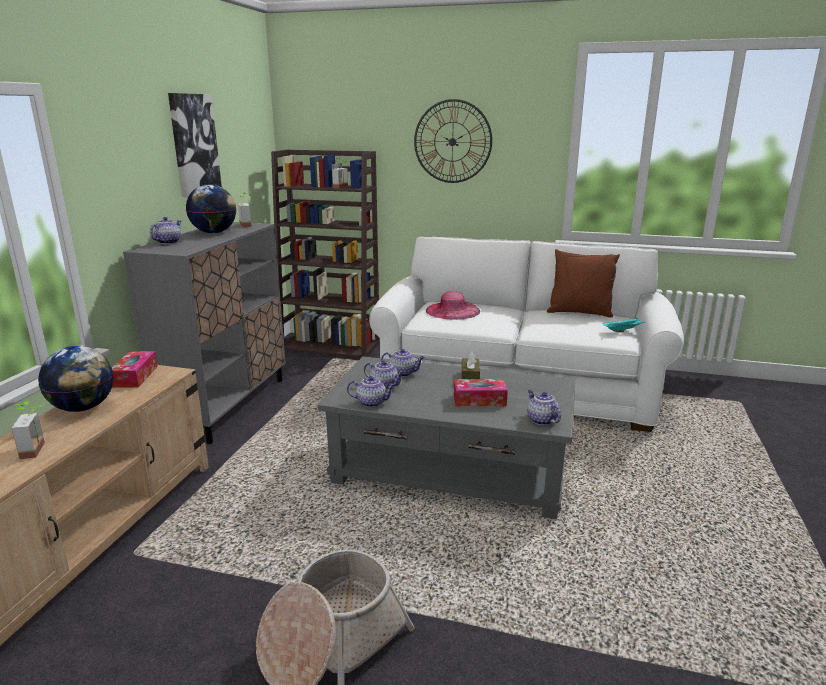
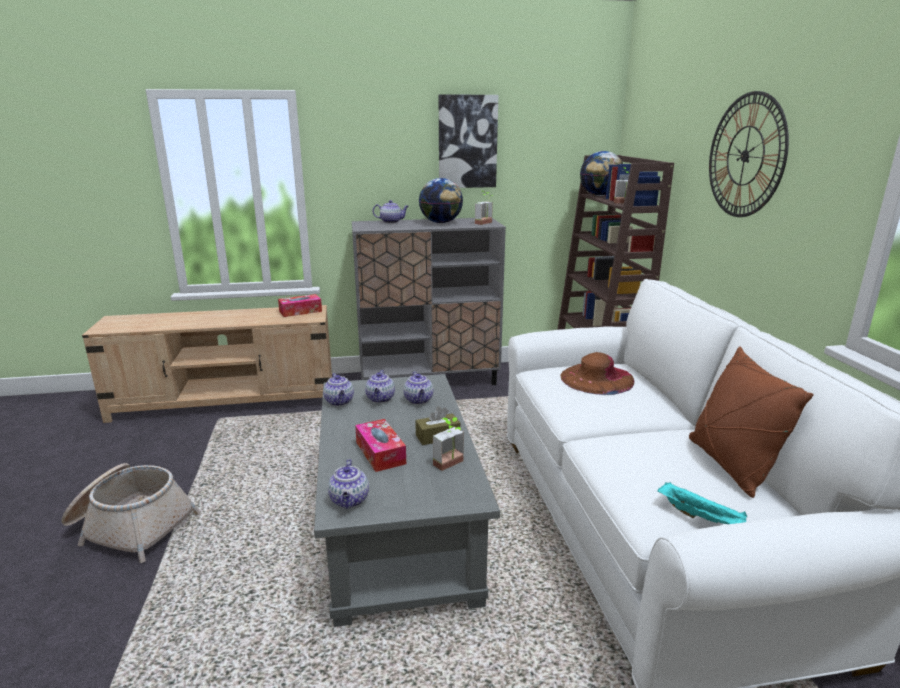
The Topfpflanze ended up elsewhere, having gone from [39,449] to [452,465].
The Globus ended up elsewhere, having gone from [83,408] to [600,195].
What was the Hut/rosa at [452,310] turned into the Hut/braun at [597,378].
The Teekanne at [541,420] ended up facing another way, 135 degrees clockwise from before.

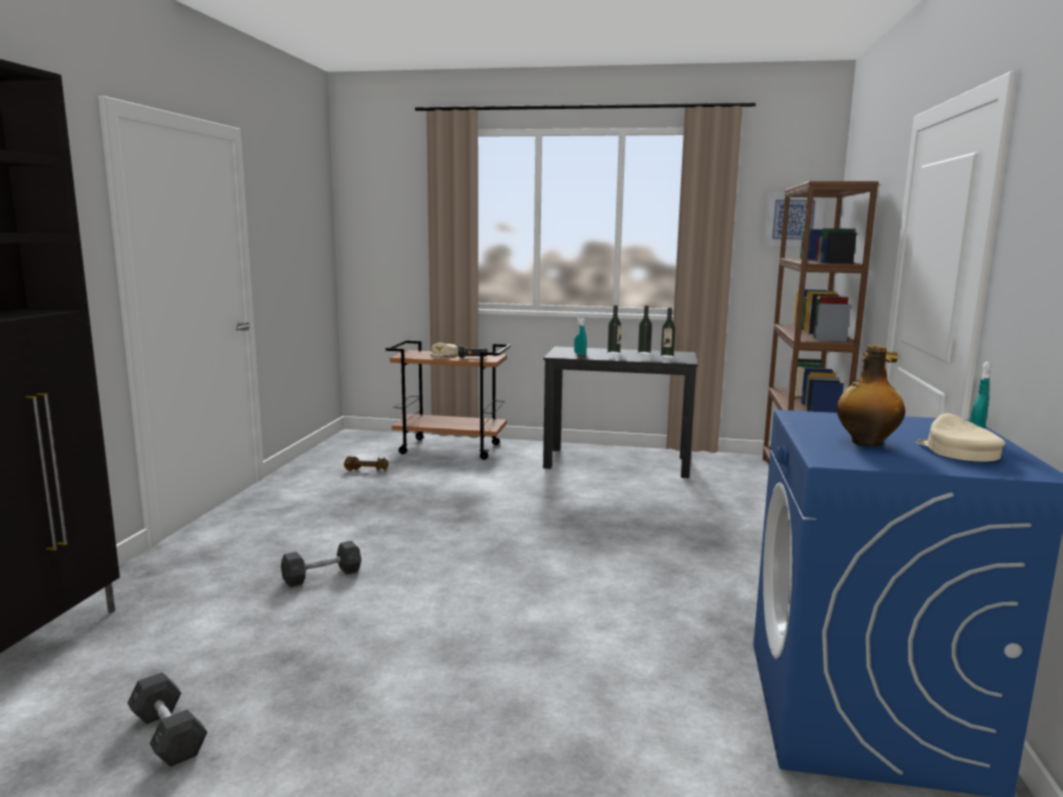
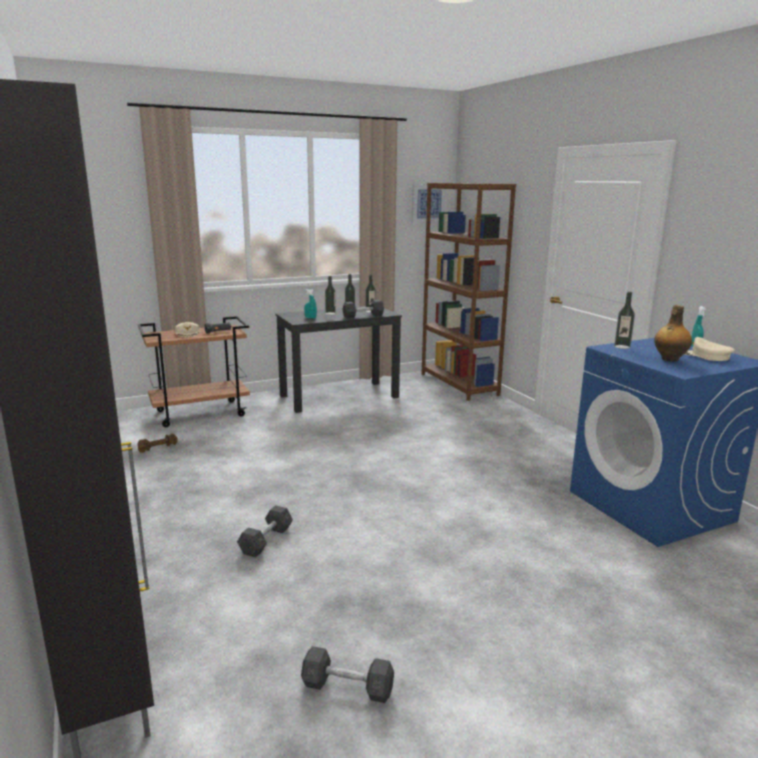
The second view gained the Hantel/grau at [363,316].
The second view gained the Flasche at [622,347].

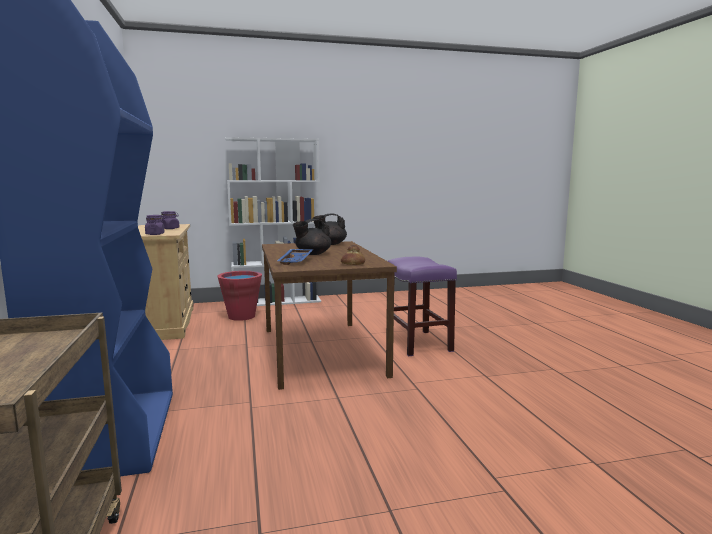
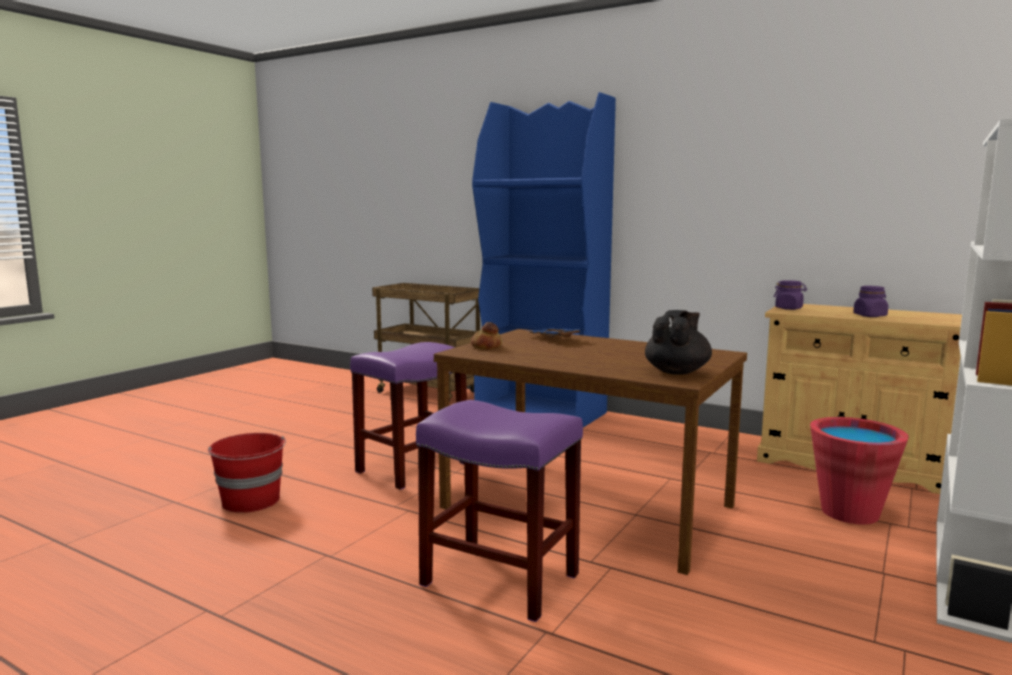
The second view lost the Teekanne/schwarz at [312,254].
The second view gained the Eimer/rot at [251,501].
The second view gained the Hocker/lila at [413,467].

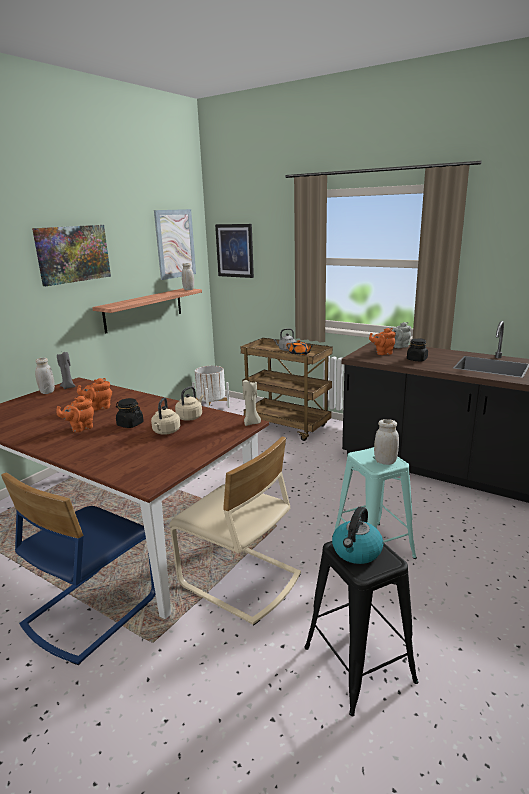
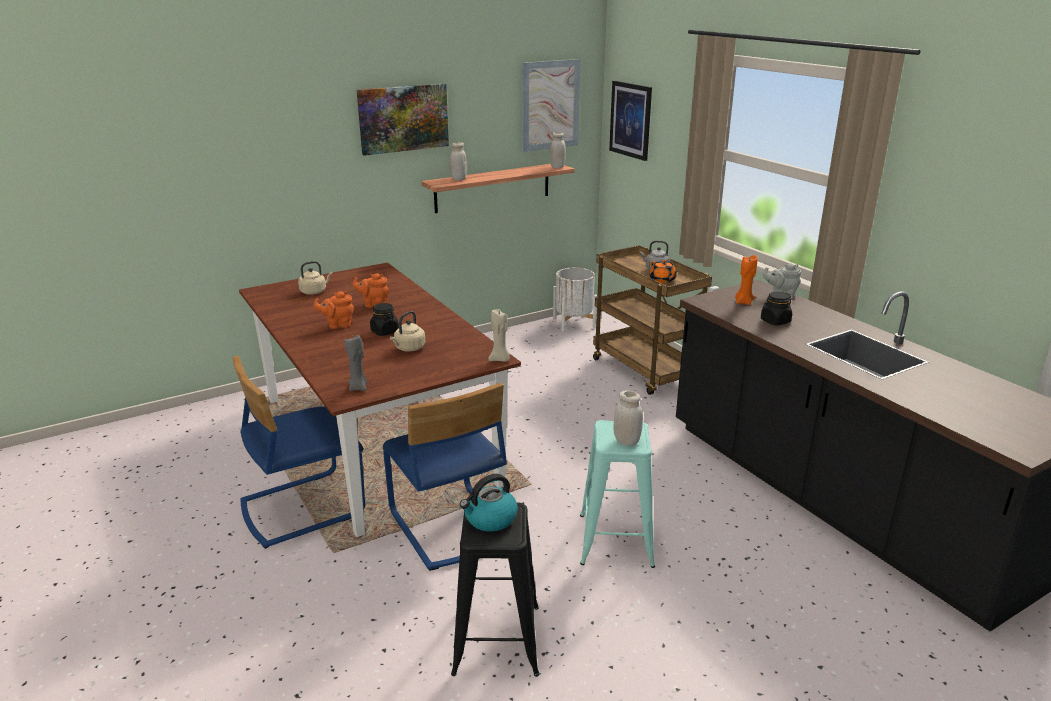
The Vorratsglas/weiß ended up elsewhere, having gone from [47,392] to [458,179].
The Kerze/grau ended up elsewhere, having gone from [68,387] to [358,387].
The Wasserkessel/beige ended up elsewhere, having gone from [190,417] to [314,291].
Where the Teekanne/orange stood at [382,353], the Kerze/orange came to stand at [743,302].
What was the Stuhl/beige at [239,581] turned into the Stuhl/blau at [448,526].

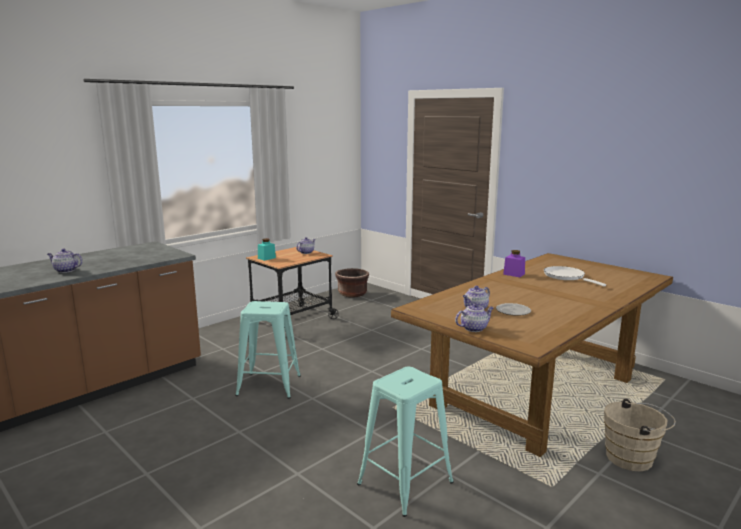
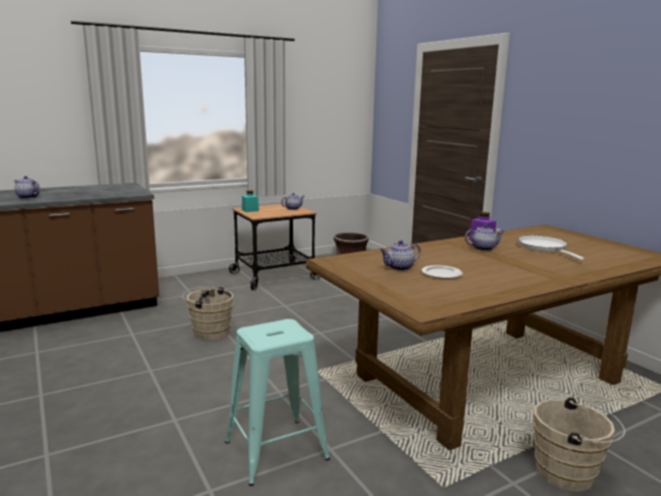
The Teekanne ended up elsewhere, having gone from [474,328] to [483,248].
Where the Hocker/türkis stood at [269,385], the Eimer/beige came to stand at [209,332].

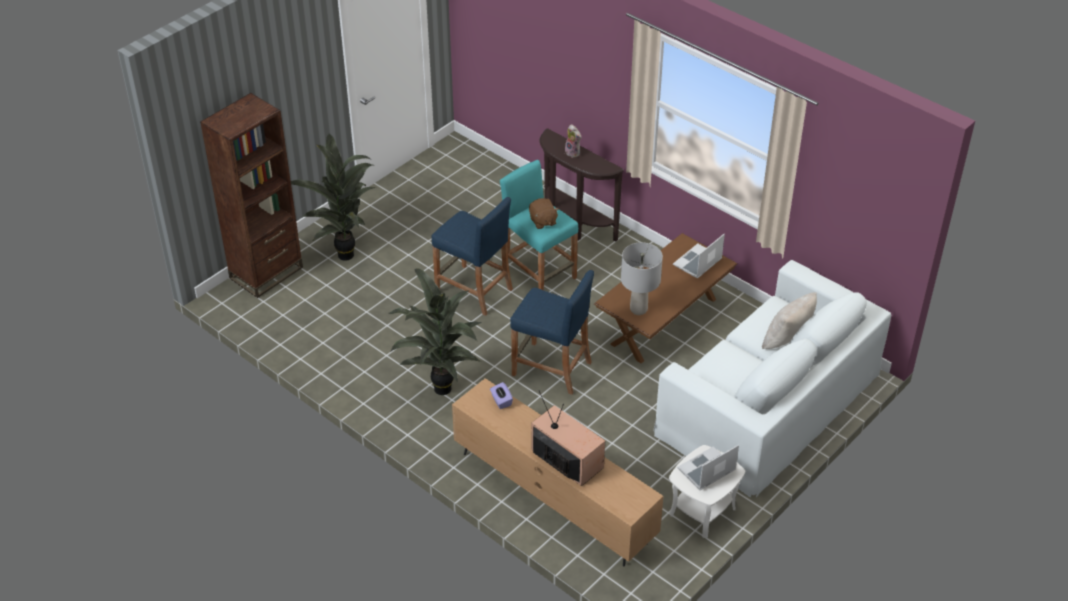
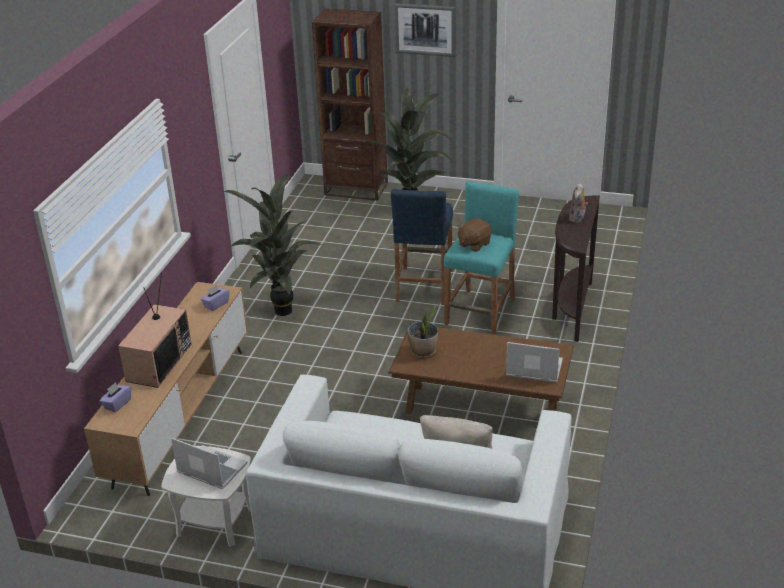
The second view lost the Hocker/blau at [551,369].
The second view gained the Taschentuchbox/lila at [117,404].
The second view gained the Bild at [425,29].
Where the Tischlampe/grau stood at [638,309], the Topfpflanze came to stand at [423,352].

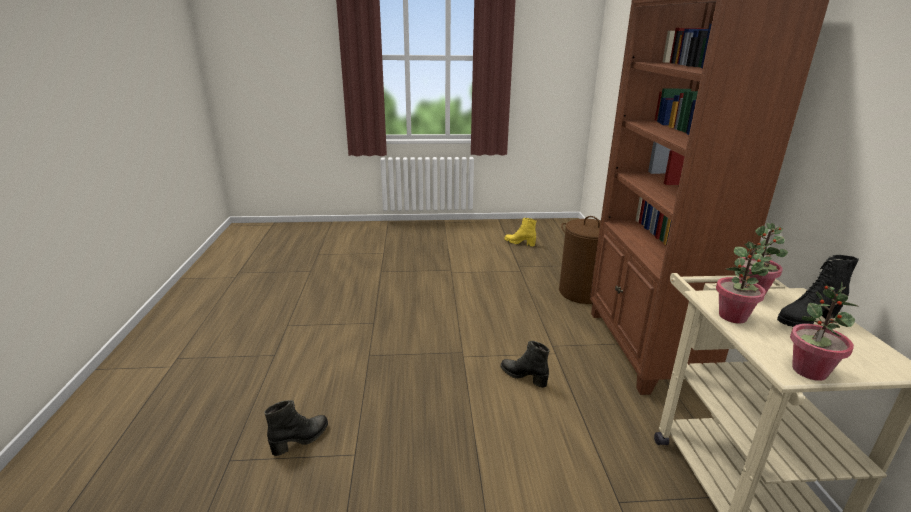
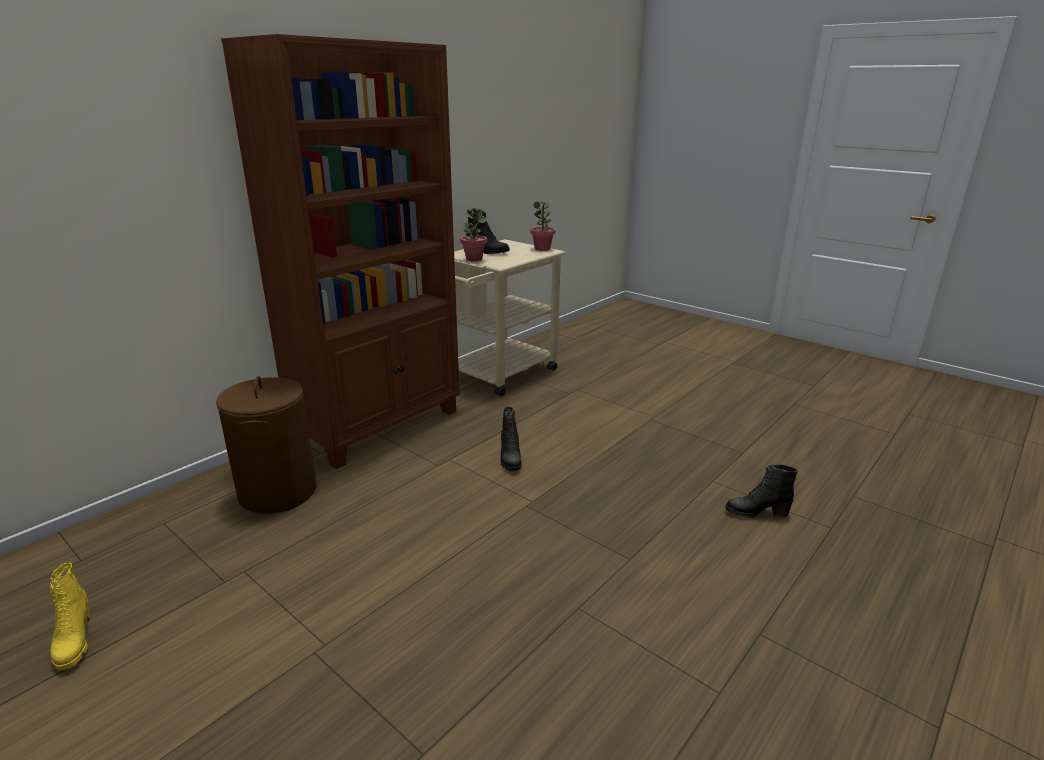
The second view lost the Topfpflanze at [733,316].

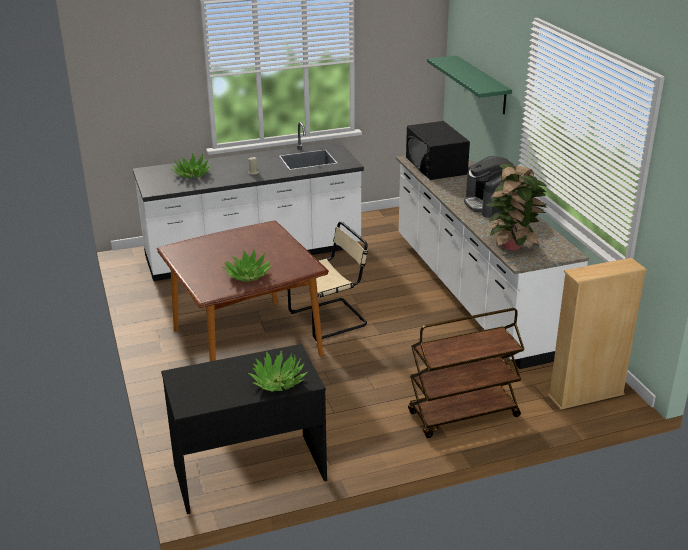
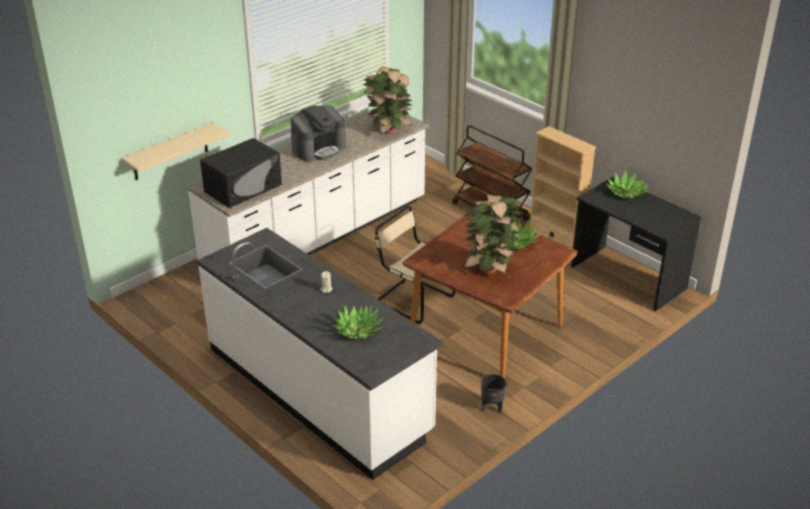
The second view lost the Wandregal/grün at [482,85].
The second view gained the Wandregal/beige at [170,152].
The second view gained the Topfpflanze at [490,269].
The second view gained the Pflanzkübel/schwarz at [492,408].
The Bücherregal/beige ended up elsewhere, having gone from [586,395] to [556,239].

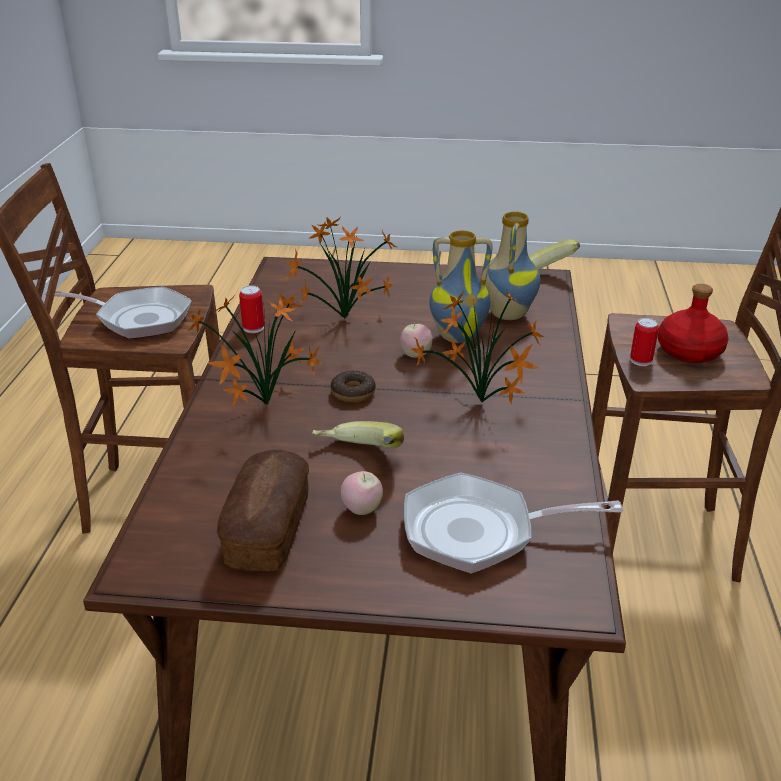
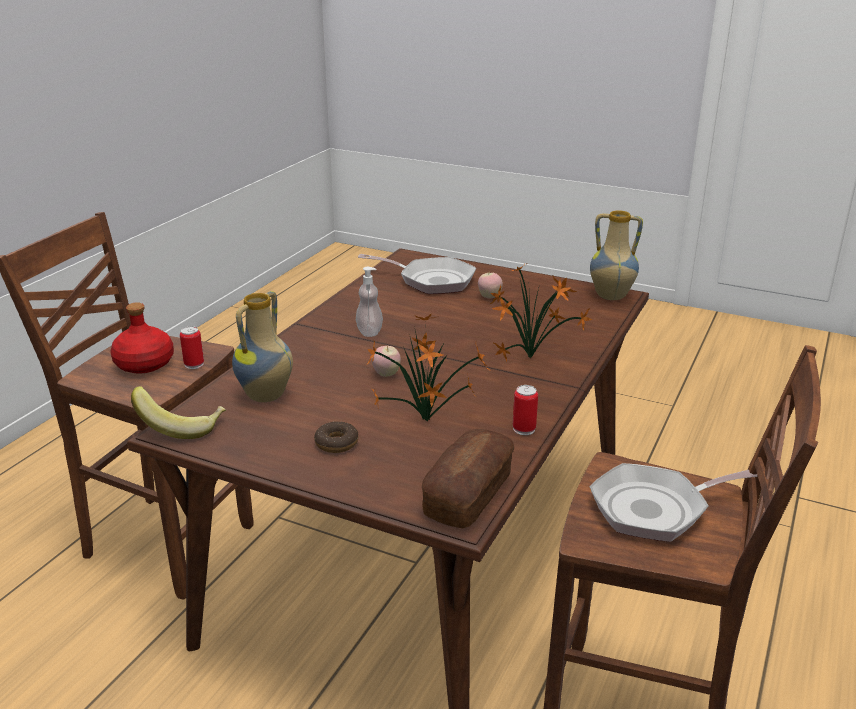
The second view lost the Banane at [357,457].
The Brot ended up elsewhere, having gone from [268,528] to [468,495].
The Donut ended up elsewhere, having gone from [353,392] to [336,443].
The Vase ended up elsewhere, having gone from [458,336] to [610,296].
Where the Topfpflanze stood at [482,405], the Seifenspender came to stand at [369,332].
The Pfanne at [138,319] ended up facing another way, 45 degrees counterclockwise from before.

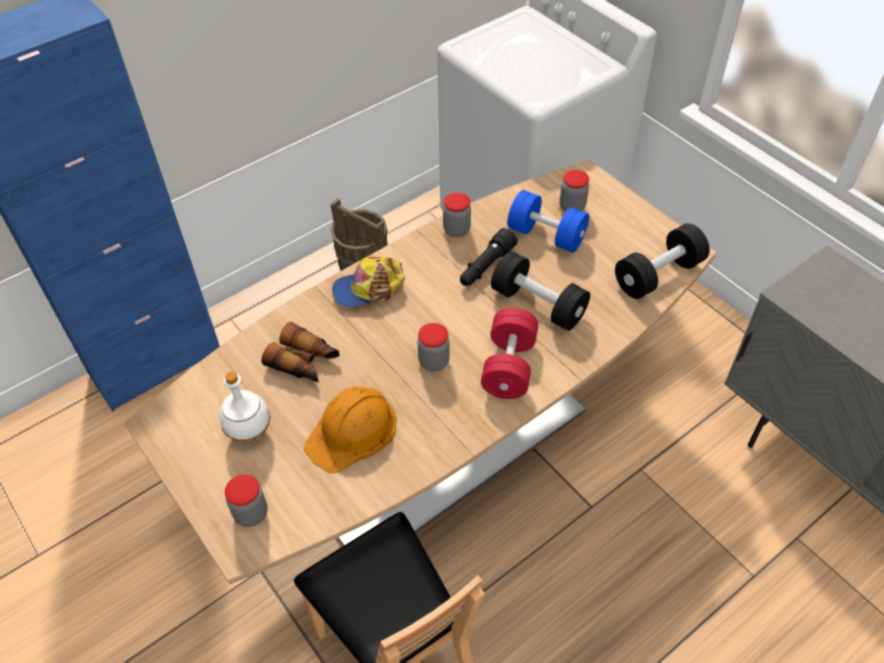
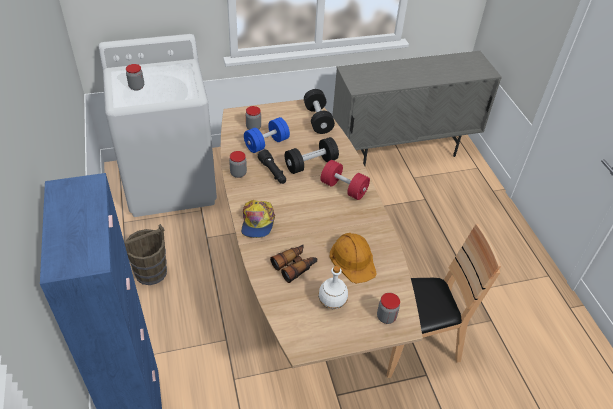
The Vorratsglas ended up elsewhere, having gone from [434,362] to [136,87].

